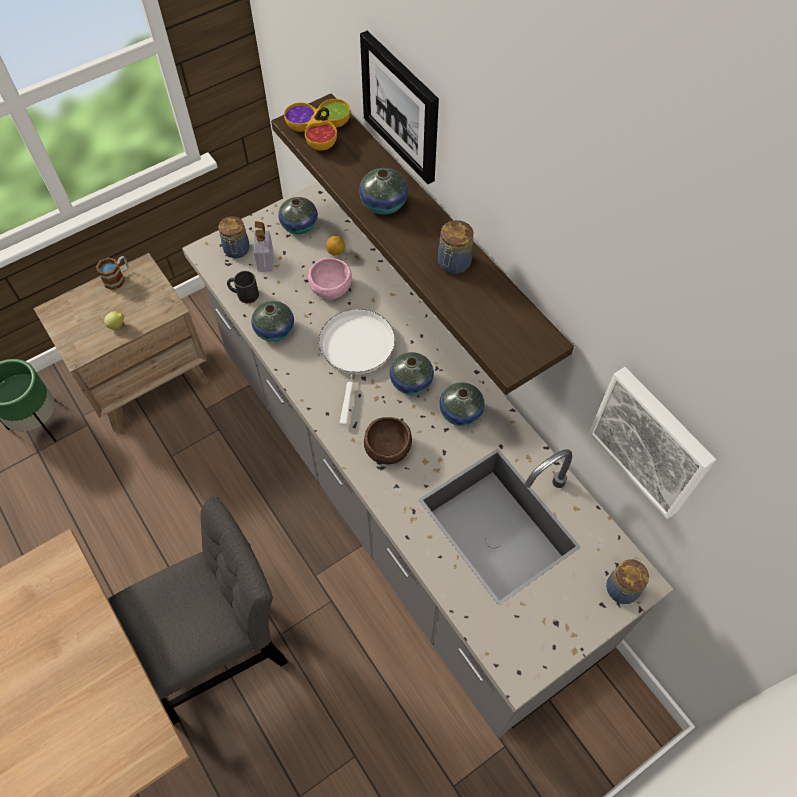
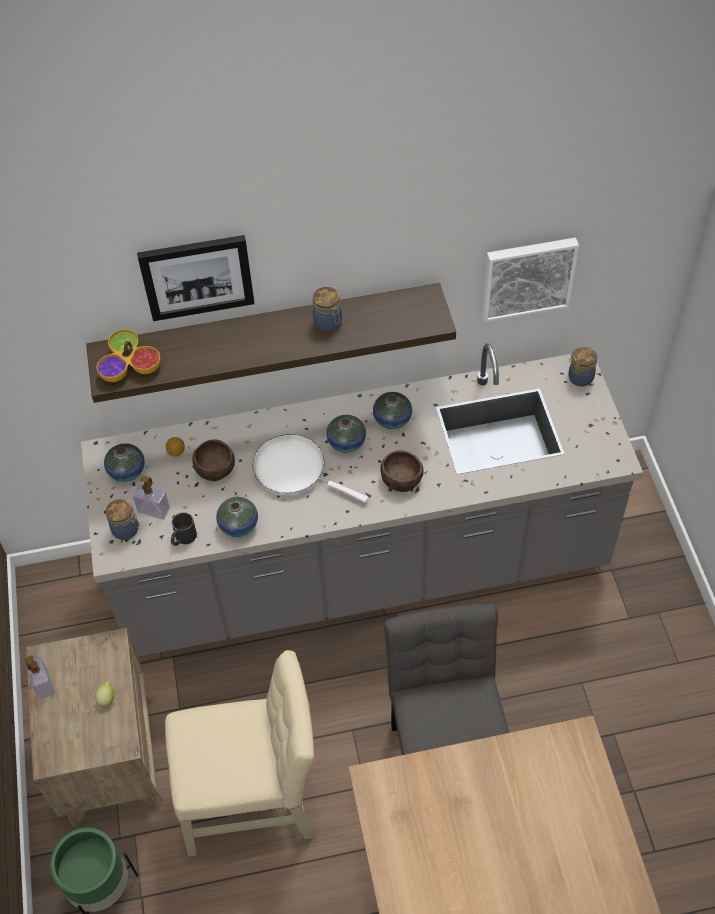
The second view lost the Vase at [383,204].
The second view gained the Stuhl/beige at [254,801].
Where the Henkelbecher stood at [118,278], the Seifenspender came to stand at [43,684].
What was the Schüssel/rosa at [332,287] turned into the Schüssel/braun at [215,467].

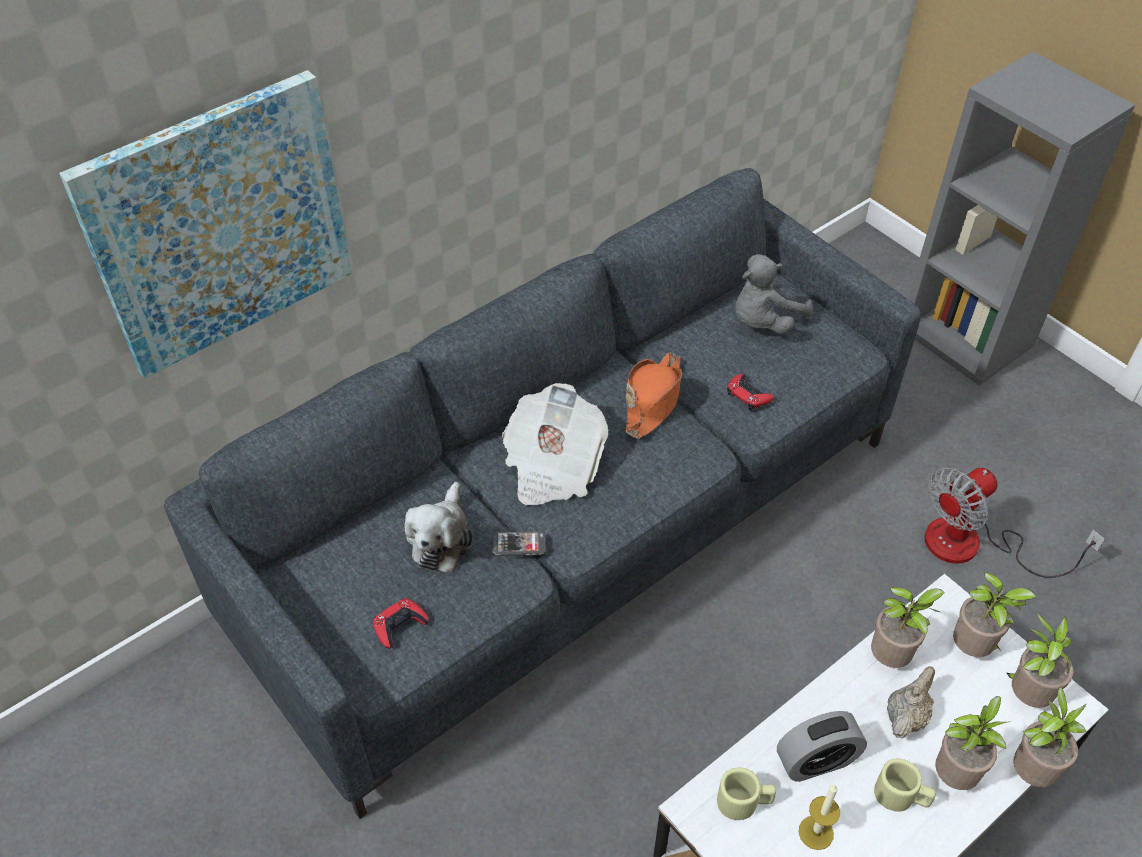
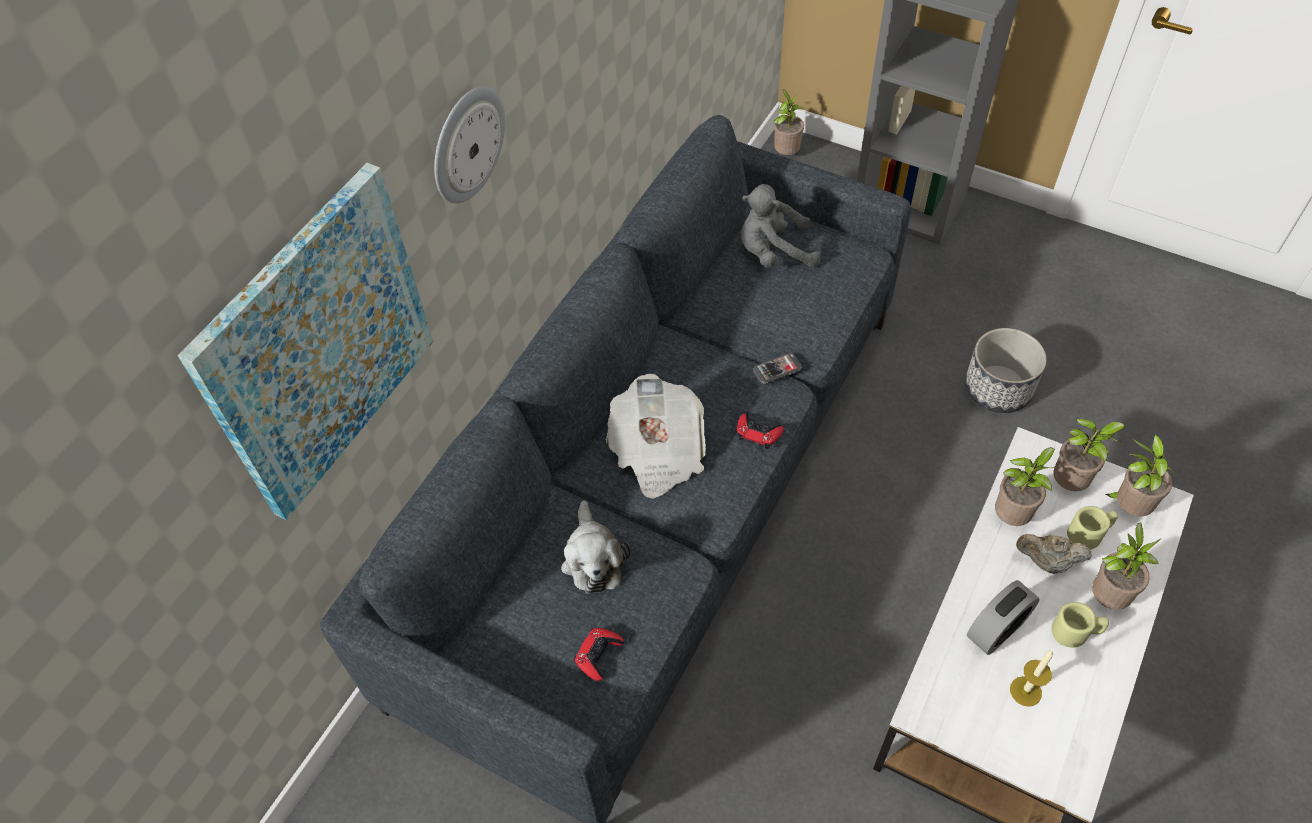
The second view lost the Hut/orange at [653,400].
The second view gained the Wanduhr at [467,144].
The Handy ended up elsewhere, having gone from [519,545] to [777,369].
The Henkelbecher/beige ended up elsewhere, having gone from [744,802] to [1089,533].
The Gamepad/rot ended up elsewhere, having gone from [748,395] to [758,433].
The Topfpflanze ended up elsewhere, having gone from [1030,771] to [786,153].
Where the Ventilator stood at [973,546], the Pflanzkübel came to stand at [998,388].
The Plüschtier/grau at [763,321] ended up facing another way, 60 degrees clockwise from before.
The Teekanne/beige at [906,716] ended up facing another way, 90 degrees counterclockwise from before.

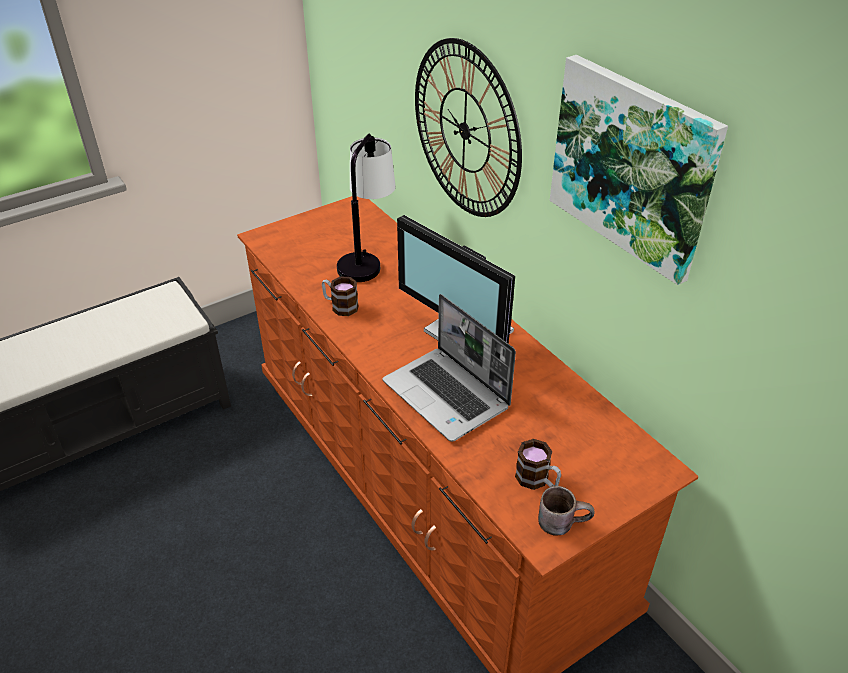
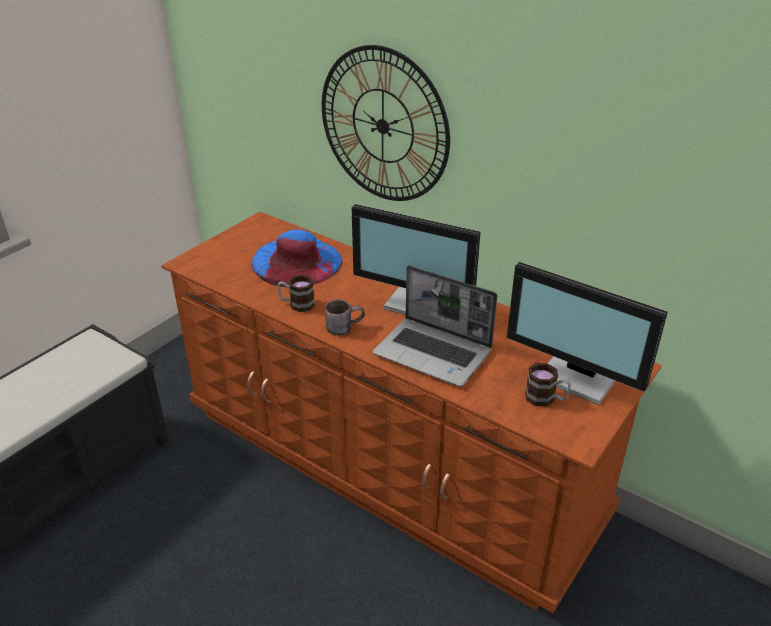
The second view lost the Bild at [632,166].
The second view gained the Monitor at [580,376].
The Henkelbecher/braun ended up elsewhere, having gone from [562,521] to [343,326].
Where the Tischlampe stood at [366,258], the Hut/blau came to stand at [296,261].

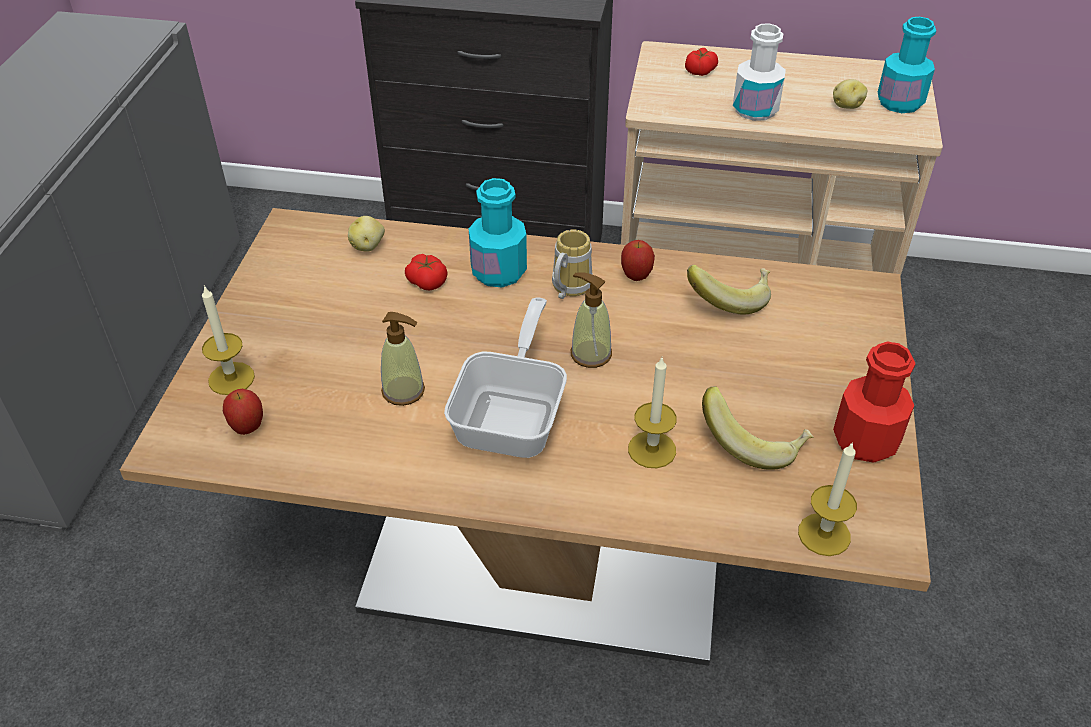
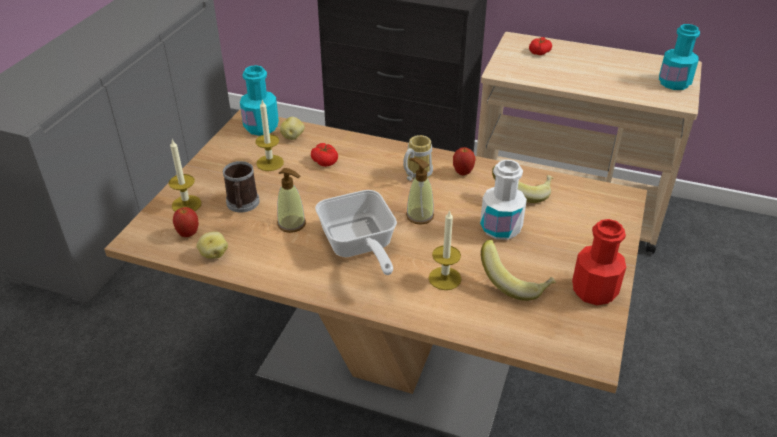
The second view gained the Henkelbecher at [242,204].
The Flasche/türkis ended up elsewhere, having gone from [498,272] to [261,127].
The Flasche/weiß ended up elsewhere, having gone from [755,109] to [500,228].
The Kerze ended up elsewhere, having gone from [824,534] to [270,163].
The Kartoffel ended up elsewhere, having gone from [846,106] to [213,254].
The Pfanne at [514,415] ended up facing another way, 135 degrees clockwise from before.

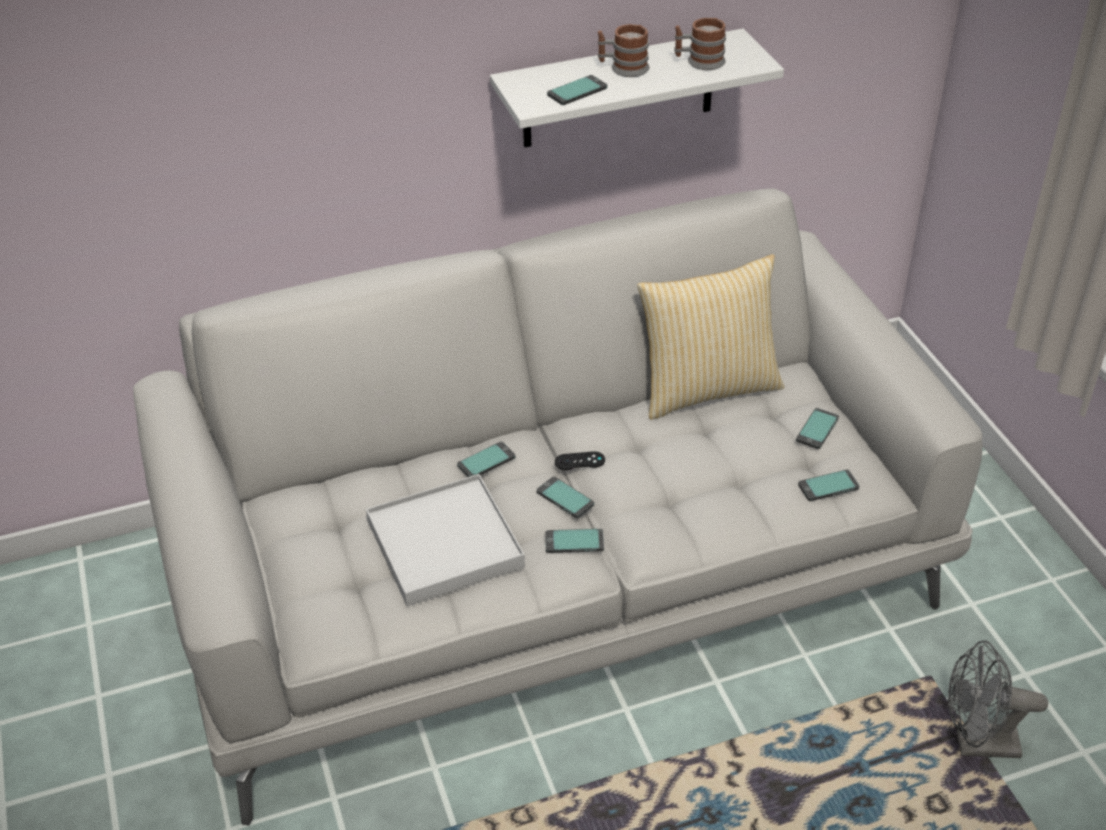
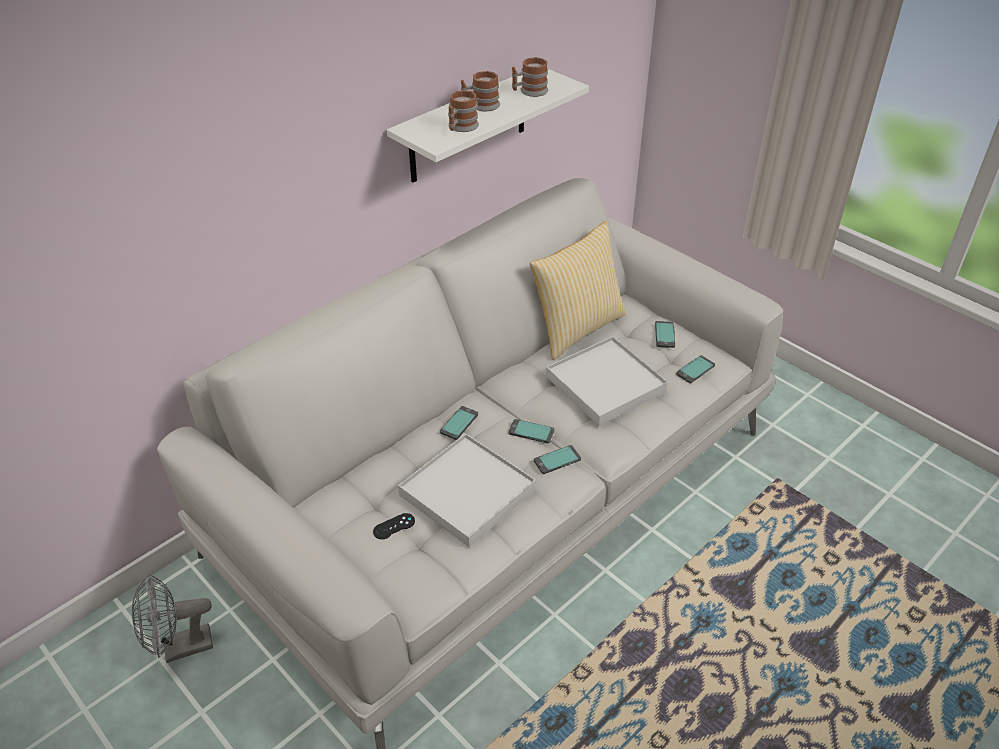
The second view gained the Tablett/weiß at [605,384].
The Gamepad/schwarz ended up elsewhere, having gone from [579,461] to [394,526].
The Ventilator/grau ended up elsewhere, having gone from [976,744] to [180,648].
Where the Handy stood at [577,91], the Henkelbecher came to stand at [461,127].

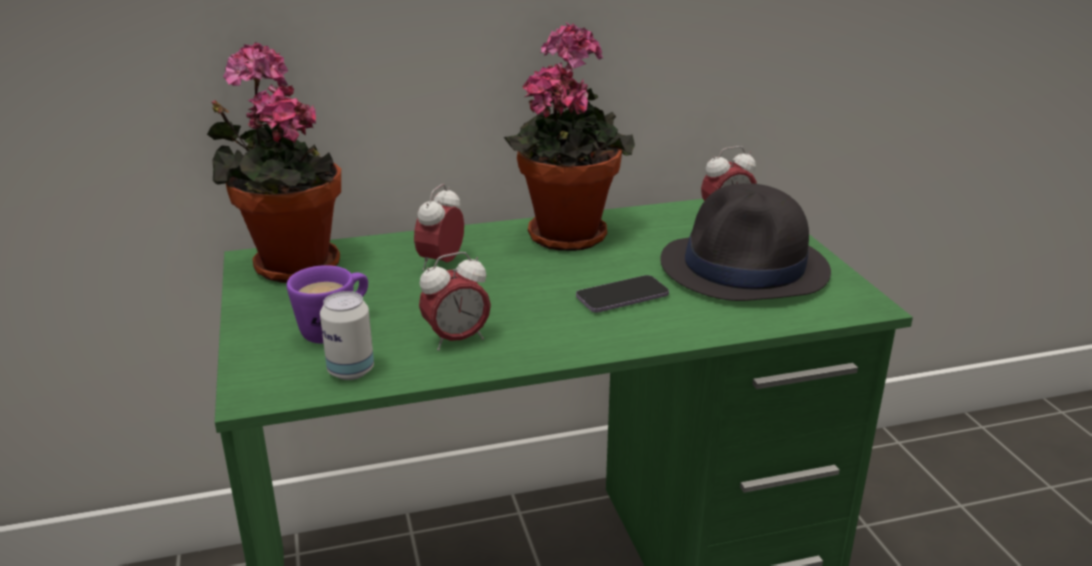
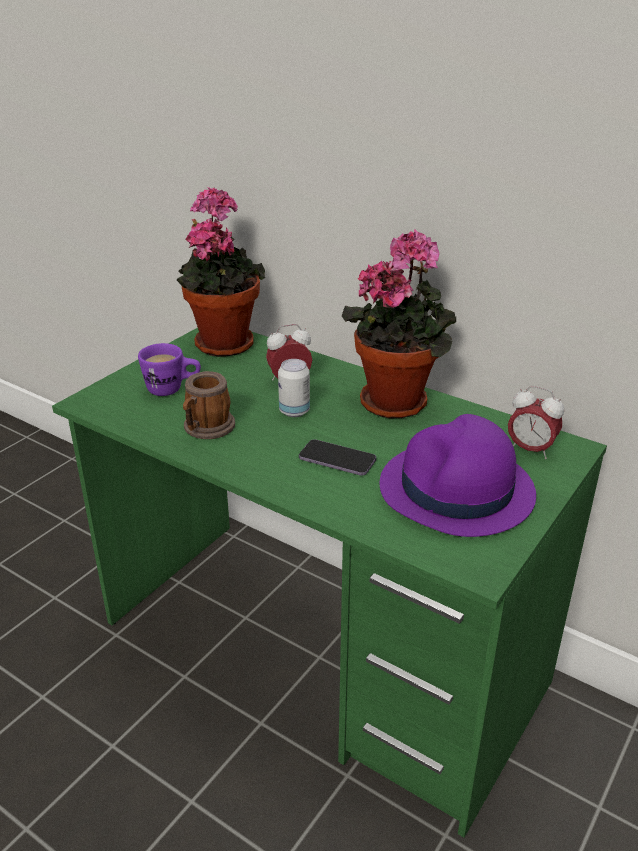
The Dose ended up elsewhere, having gone from [351,371] to [294,411].
Where the Wecker stood at [456,340], the Henkelbecher came to stand at [206,429].
What was the Hut/schwarz at [745,268] turned into the Hut/lila at [456,491].

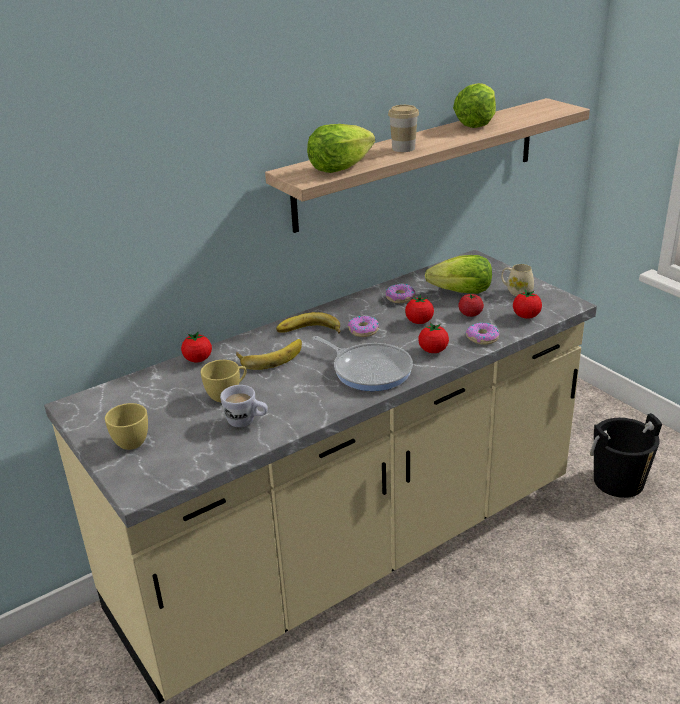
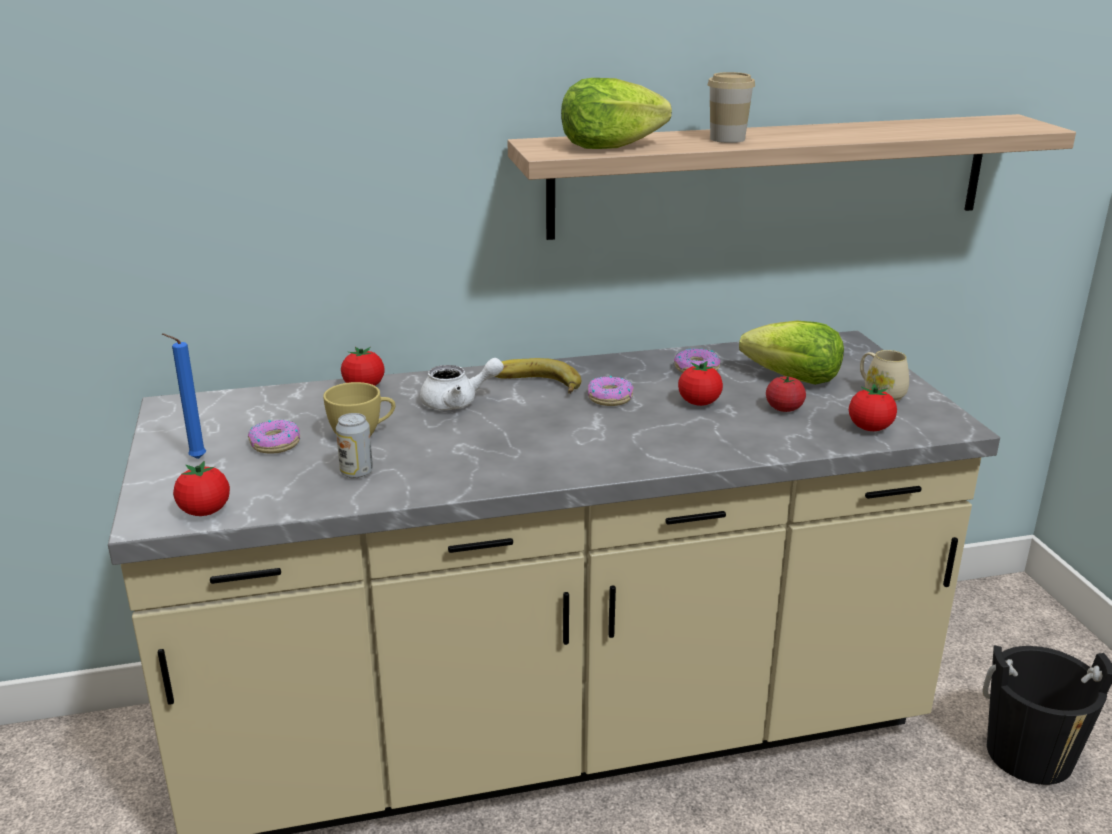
The second view lost the Pfanne at [369,370].
The second view lost the Salatkopf at [475,124].
The Tomate ended up elsewhere, having gone from [433,350] to [205,511].
The Donut ended up elsewhere, having gone from [482,338] to [275,444].
Where the Tasse/gelb stood at [128,441], the Kerze/blau came to stand at [195,459].
Where the Henkelbecher/weiß stood at [247,422], the Dose came to stand at [356,472].
Where the Banane stood at [270,356], the Teekanne/weiß came to stand at [457,402].

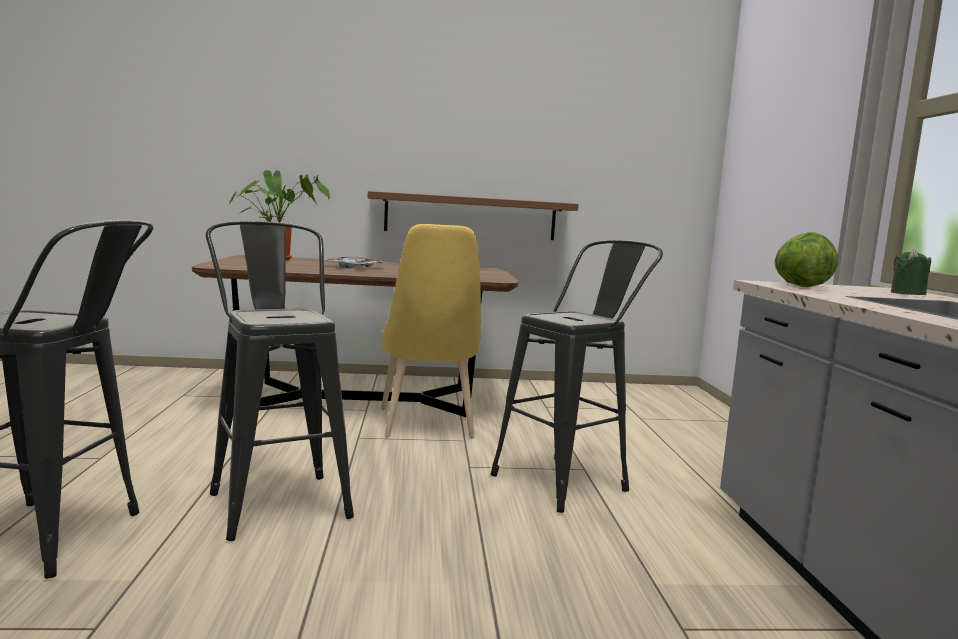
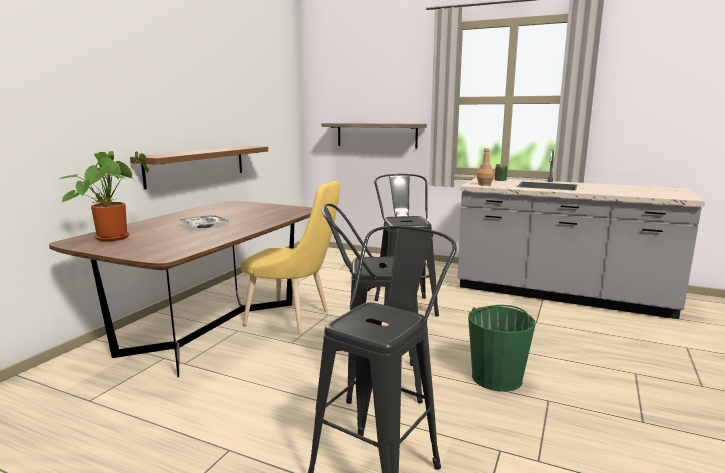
The second view gained the Wandregal at [376,135].
The second view gained the Eimer/grün at [497,377].
Where the Salatkopf stood at [800,286], the Flasche/braun came to stand at [484,184].

